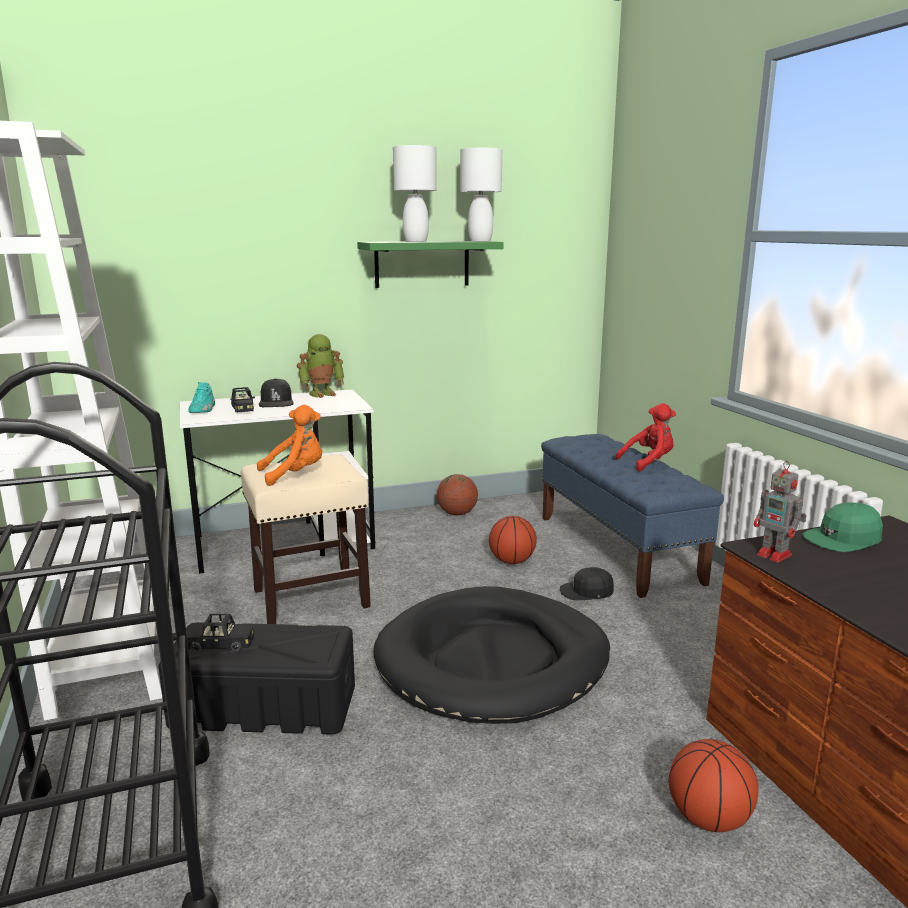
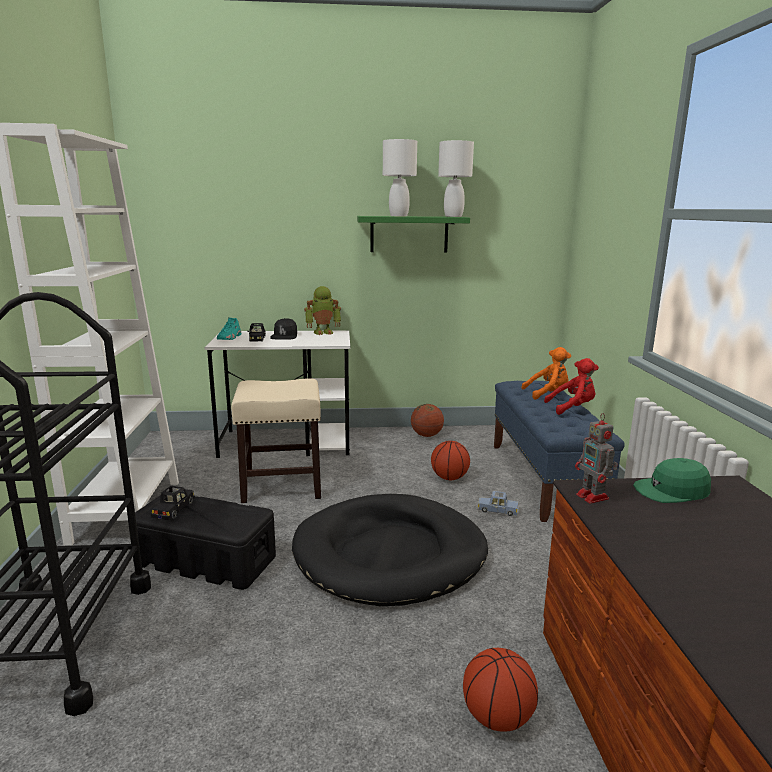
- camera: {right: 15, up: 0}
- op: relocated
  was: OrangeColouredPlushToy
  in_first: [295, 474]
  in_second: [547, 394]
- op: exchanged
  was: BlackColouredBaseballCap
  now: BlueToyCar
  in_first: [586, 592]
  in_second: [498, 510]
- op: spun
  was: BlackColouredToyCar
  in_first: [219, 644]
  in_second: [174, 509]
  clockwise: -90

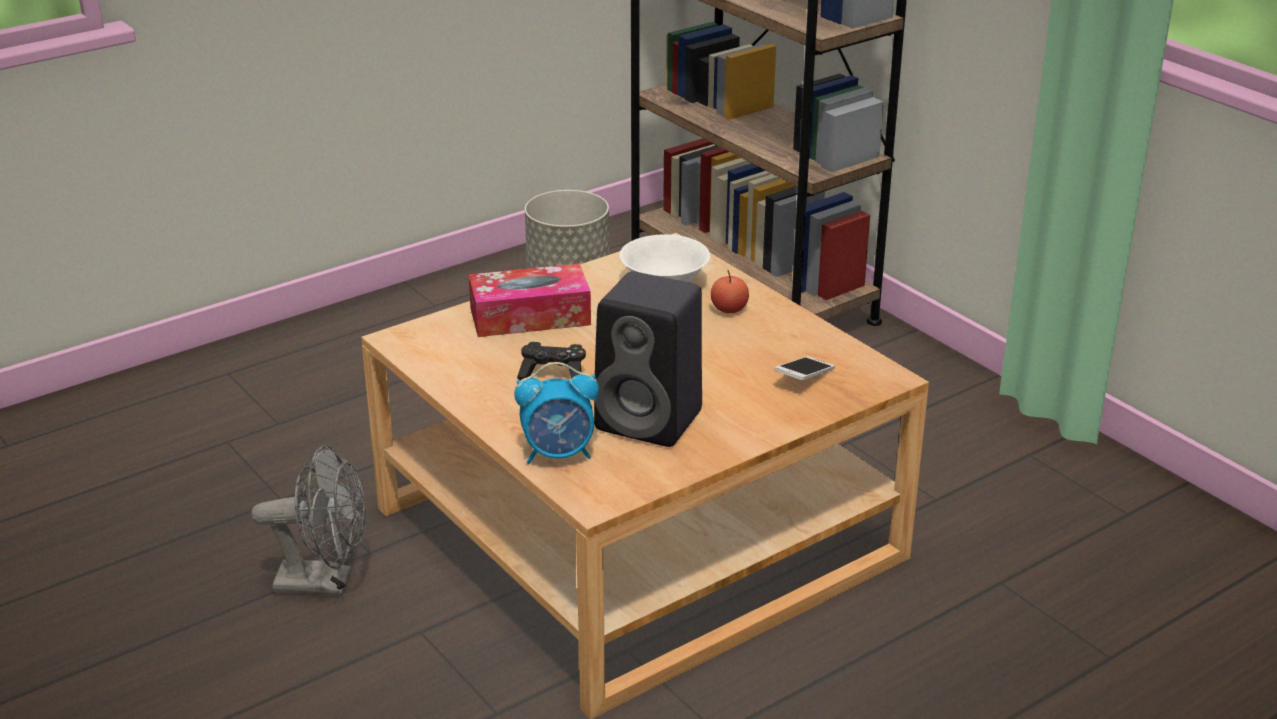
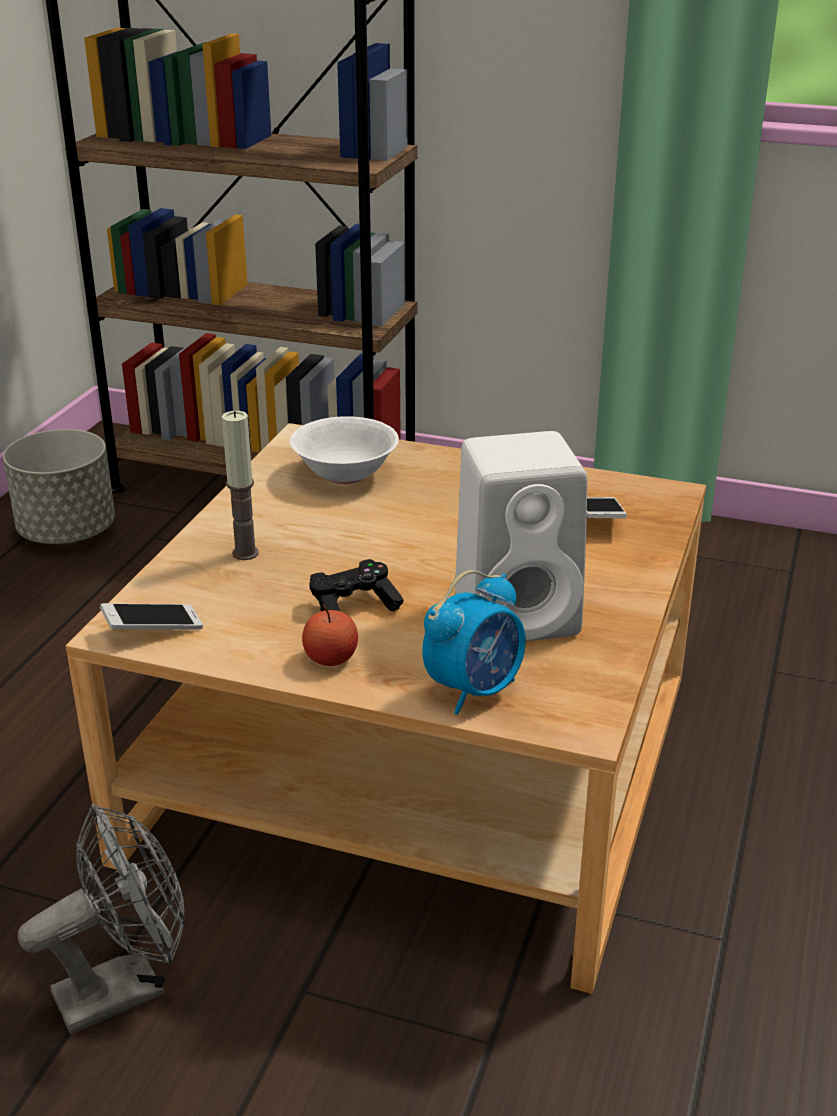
- camera: {right: -35, up: 0}
- op: appeared
  now: Phone
  in_second: [153, 629]
- op: relocated
  was: AppleFruit
  in_first: [729, 309]
  in_second: [331, 658]
- op: exchanged
  was: TissueBox
  now: WaxCandle
  in_first: [530, 316]
  in_second: [245, 553]
- op: colour
  was: BlackColouredLoudspeaker
  now: WhiteColouredLoudspeaker
  in_first: [652, 420]
  in_second: [520, 614]

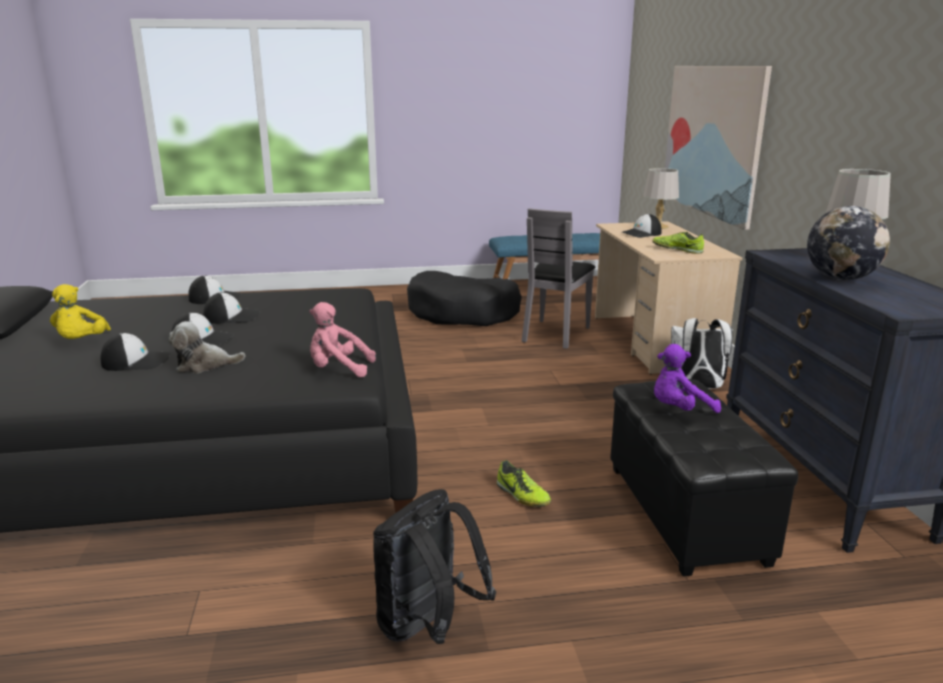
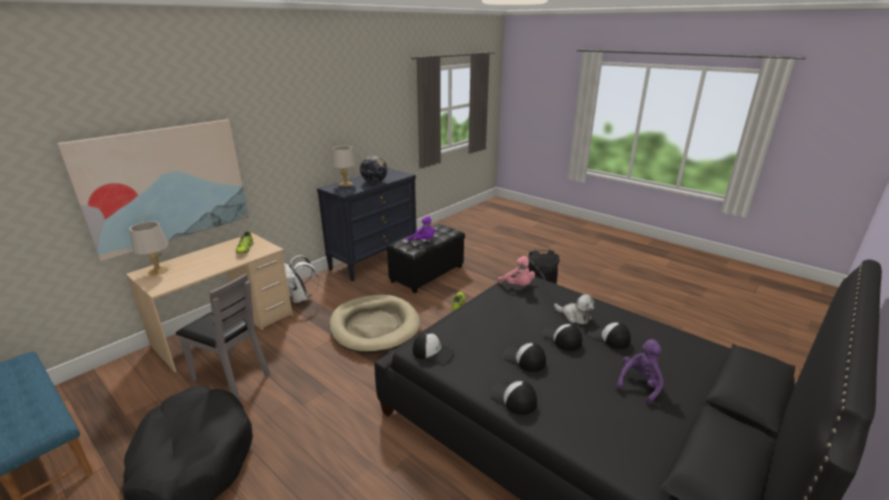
- camera: {right: -130, up: 5}
- op: appeared
  now: SandColouredDogCushion
  in_second: [374, 326]
- op: relocated
  was: BaseballCap
  in_first: [641, 234]
  in_second: [433, 352]
- op: colour
  was: YellowColouredPlushToy
  now: PurplishPlushToy
  in_first: [81, 342]
  in_second: [639, 384]
- op: spun
  was: GrayChair
  in_first: [555, 334]
  in_second: [232, 376]
  clockwise: 45

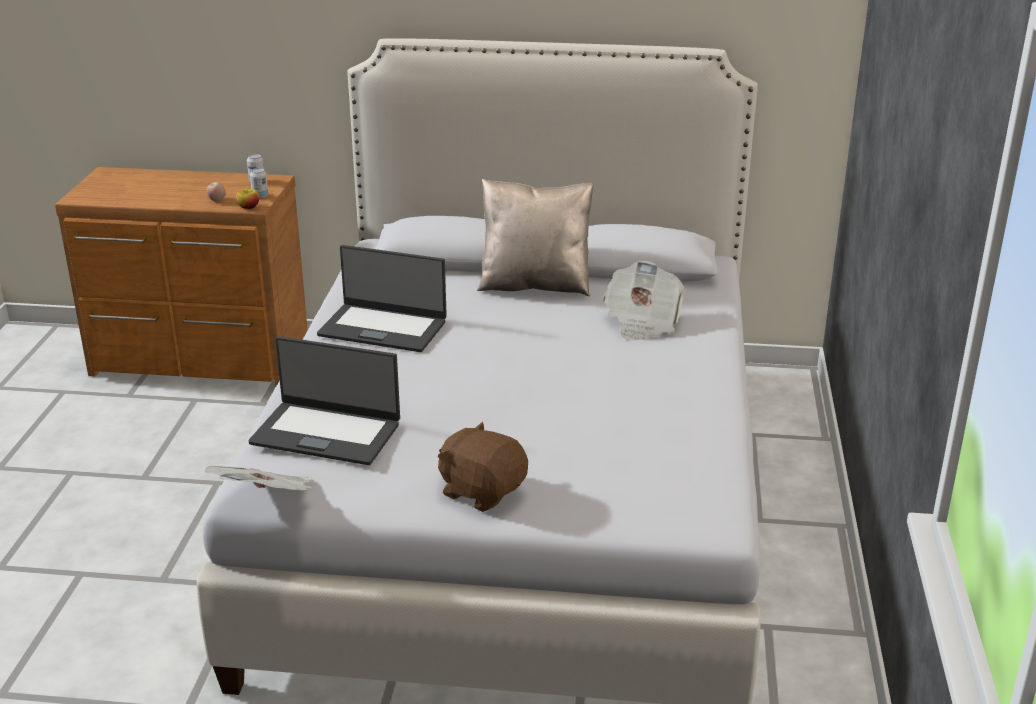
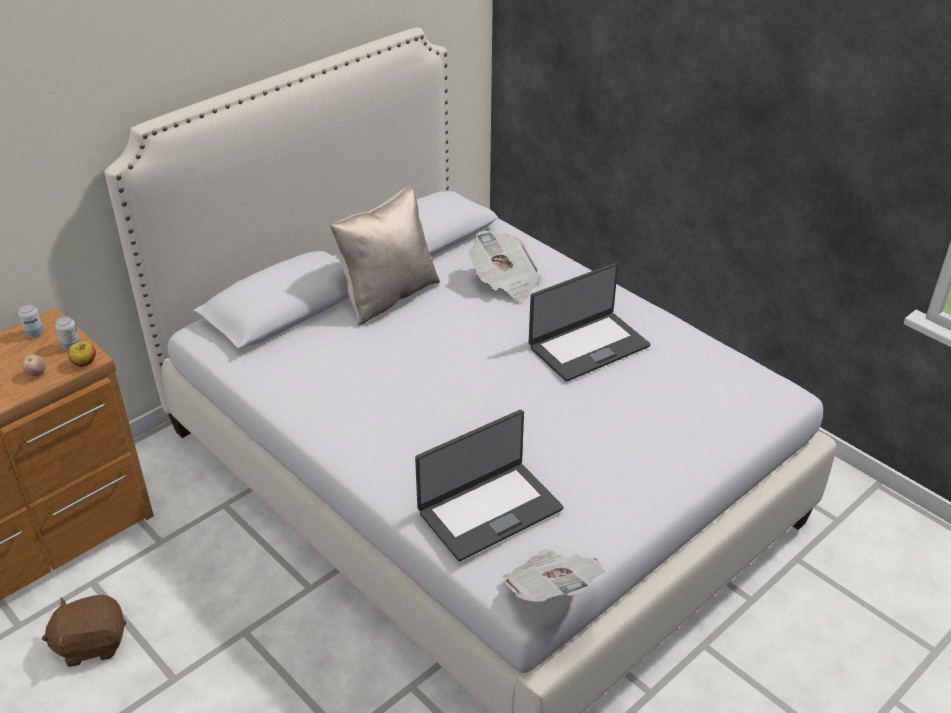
- camera: {right: -50, up: 10}
- op: relocated
  was: Laptop
  in_first: [383, 328]
  in_second: [588, 346]
- op: relocated
  was: BrownColouredPlushToy
  in_first: [482, 491]
  in_second: [91, 643]

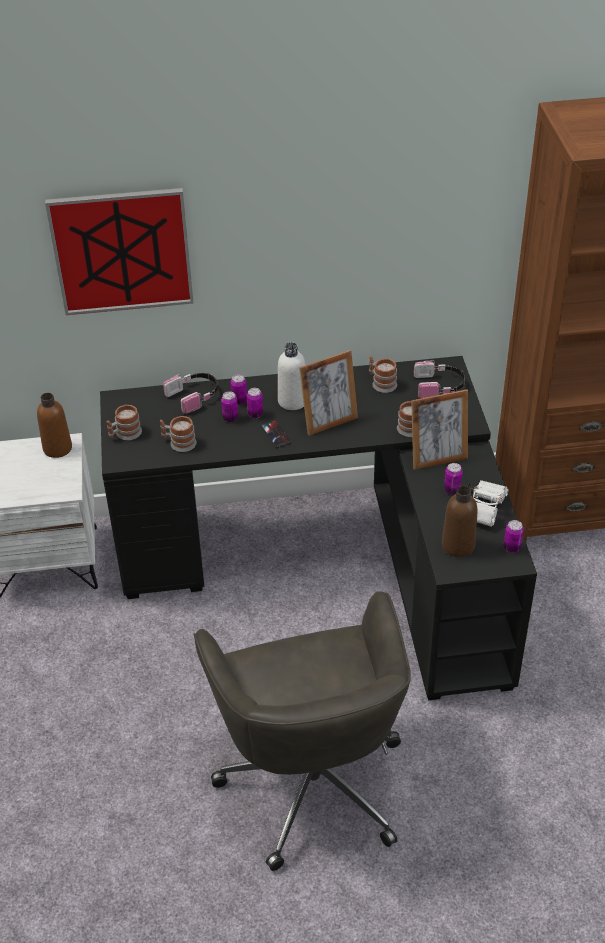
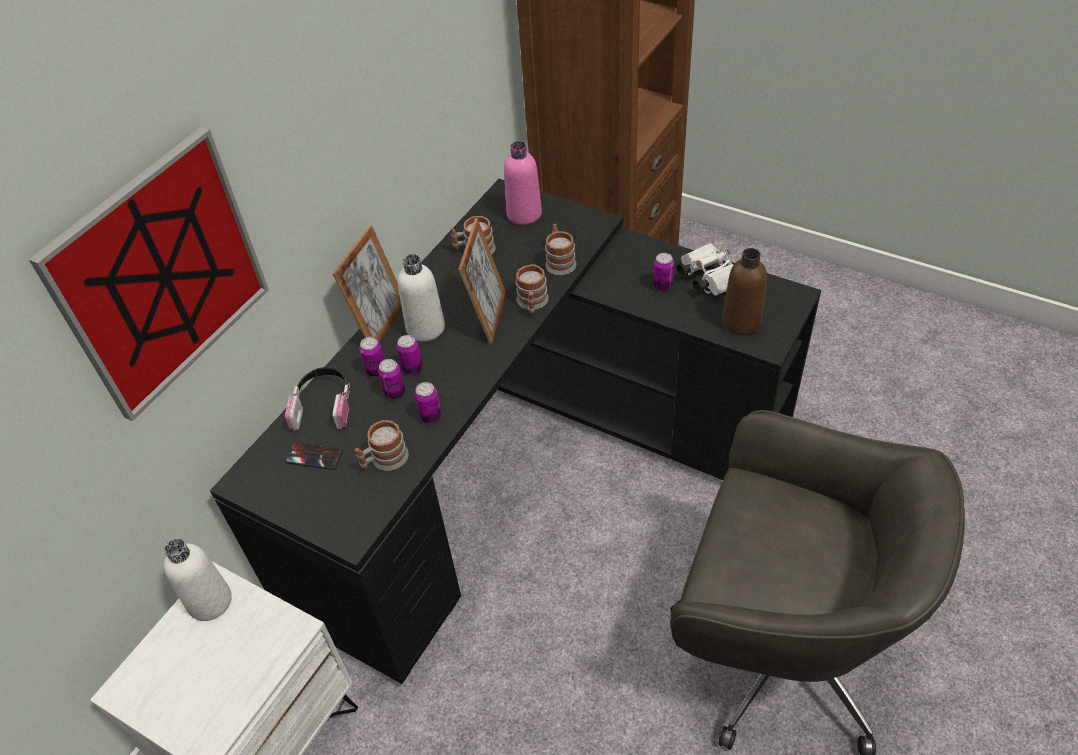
- camera: {right: -50, up: 5}
- op: relocated
  was: CoffeeMug
  in_first: [125, 434]
  in_second: [532, 303]
- op: relocated
  was: Phone
  in_first: [276, 434]
  in_second: [314, 456]
- op: relocated
  was: StandingFrame
  in_first: [438, 458]
  in_second: [380, 323]
- op: relocated
  was: Can
  in_first: [511, 548]
  in_second: [430, 416]
- op: exchanged
  was: PairOfHeadphones
  now: PinkishBottle
  in_first: [439, 386]
  in_second: [524, 214]
- op: colour
  was: BrownColouredBottle
  now: WhiteColouredBottle
  in_first: [57, 448]
  in_second: [210, 601]

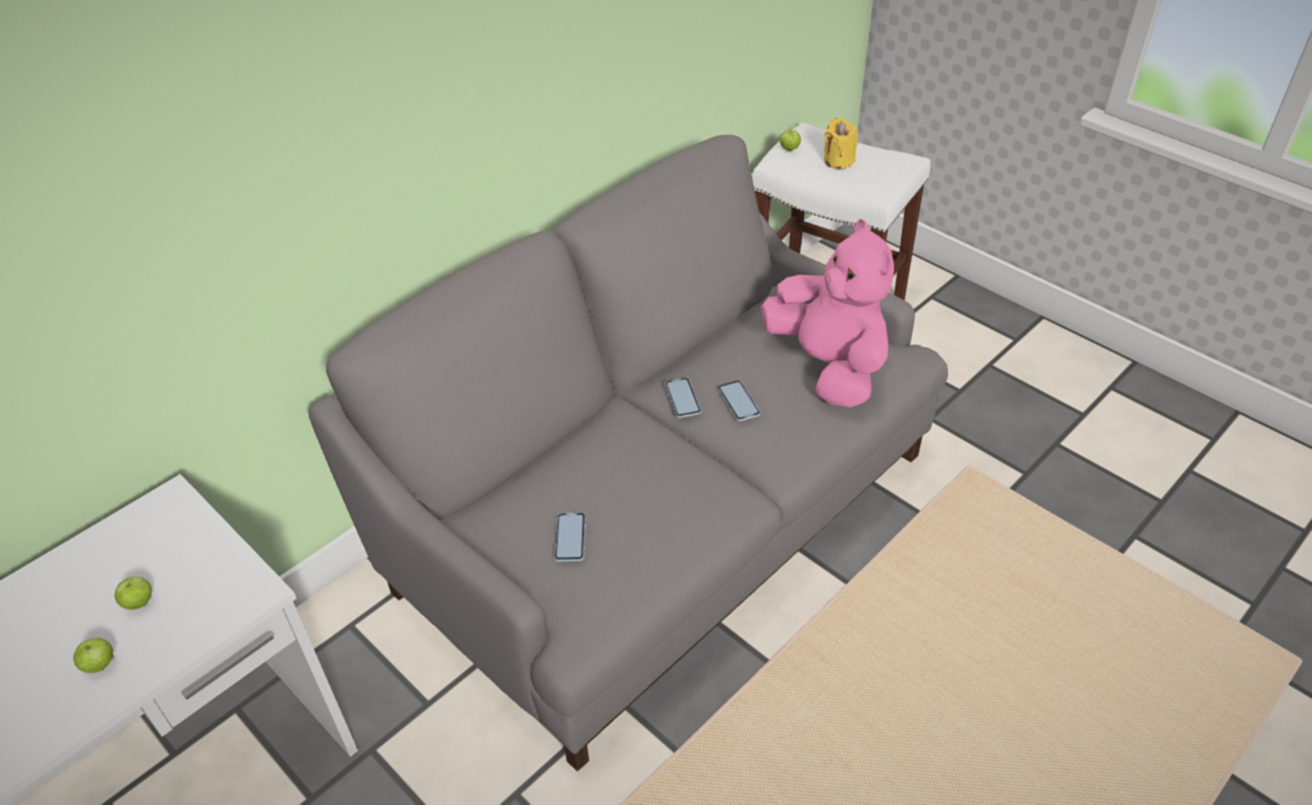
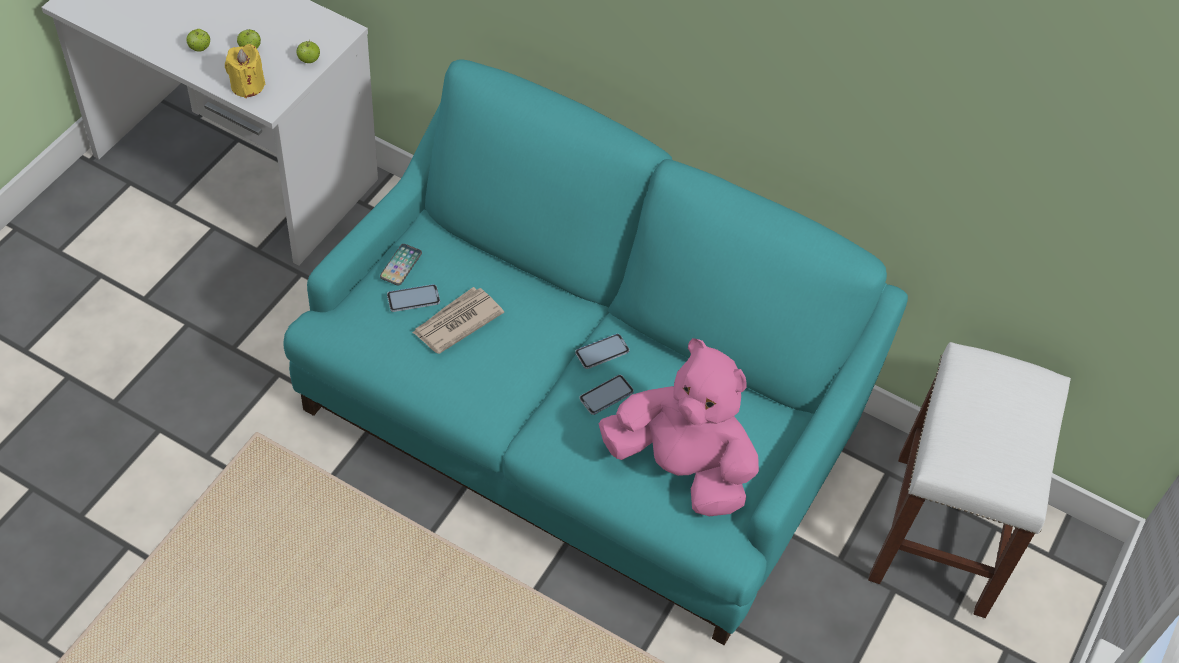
- camera: {right: 70, up: 10}
- op: appeared
  now: Phone
  in_second: [401, 265]
- op: appeared
  now: DailyPaper
  in_second: [456, 322]
- op: relocated
  was: AppleFruit
  in_first: [789, 149]
  in_second: [309, 60]
- op: relocated
  was: YellowColouredWaxCandle
  in_first: [838, 160]
  in_second: [247, 85]
- op: colour
  was: GraySettee
  now: TurquoiseColouredSettee
  in_first: [661, 513]
  in_second: [581, 420]
- op: spun
  was: PinkishPlushToy
  in_first: [828, 366]
  in_second: [681, 467]
  clockwise: -105

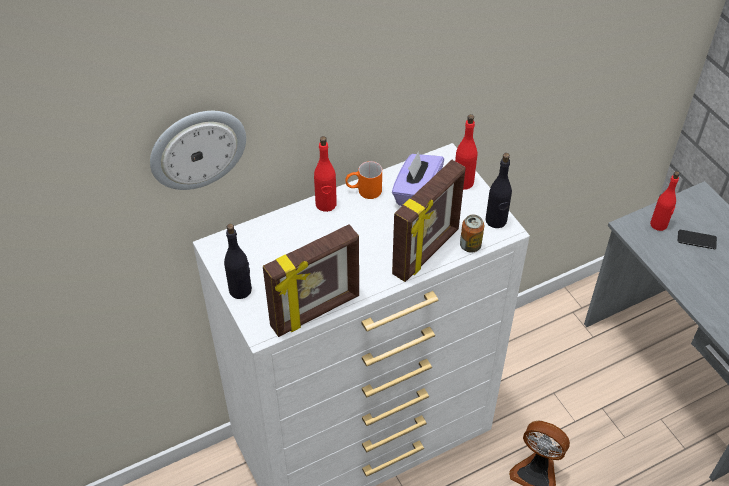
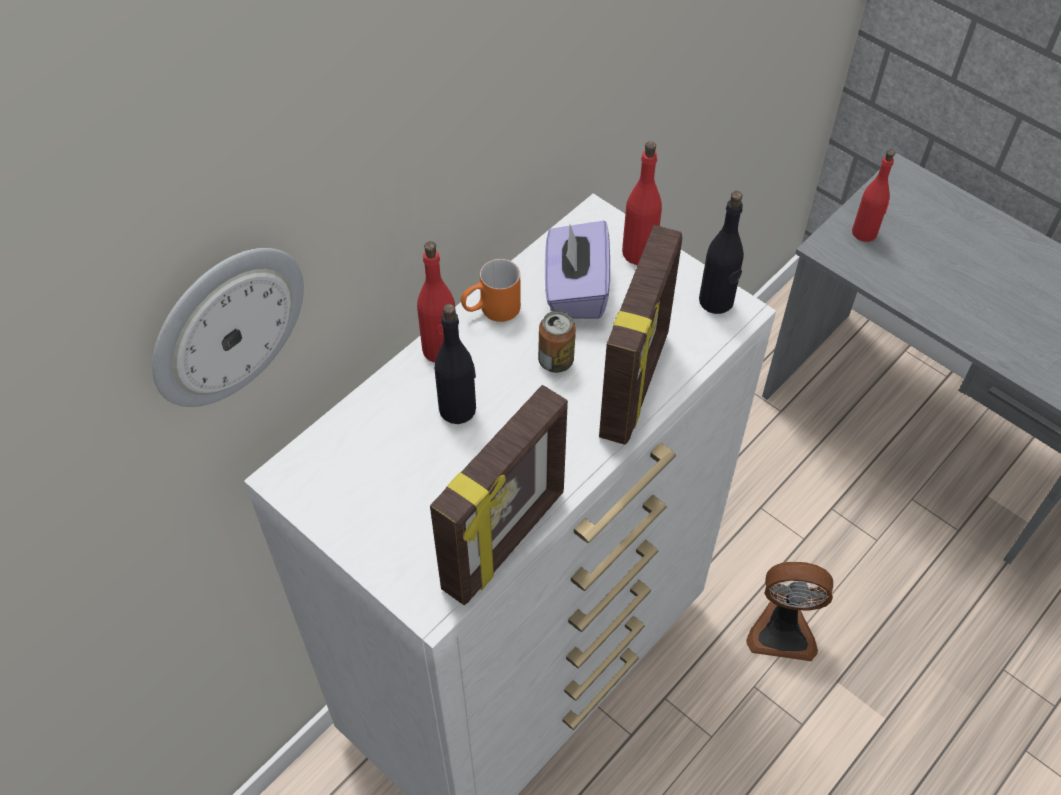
- camera: {right: -20, up: 5}
- op: missing
  was: Phone
  in_first: [696, 240]
- op: relocated
  was: BlackColouredBottle
  in_first: [240, 290]
  in_second: [458, 409]
- op: relocated
  was: Can
  in_first: [470, 245]
  in_second: [556, 361]

